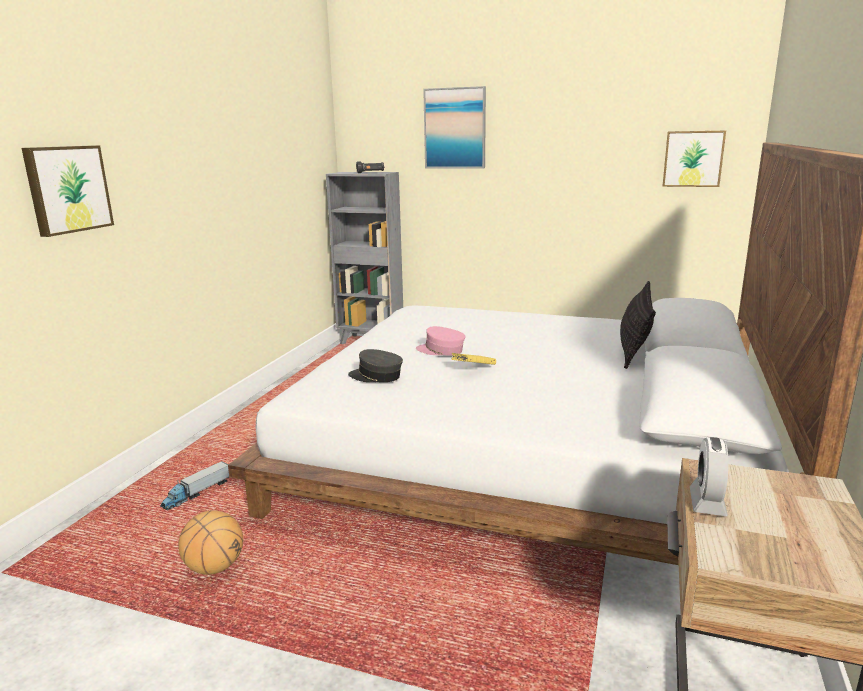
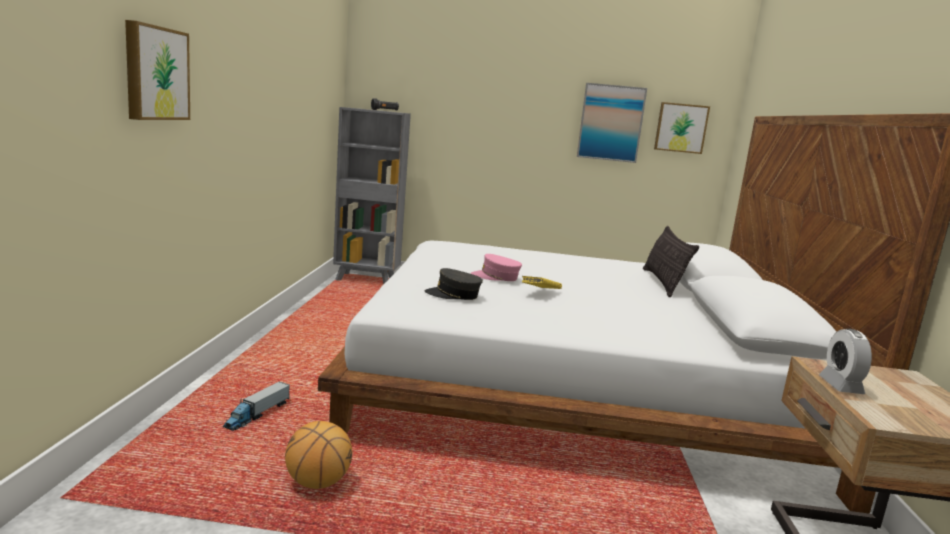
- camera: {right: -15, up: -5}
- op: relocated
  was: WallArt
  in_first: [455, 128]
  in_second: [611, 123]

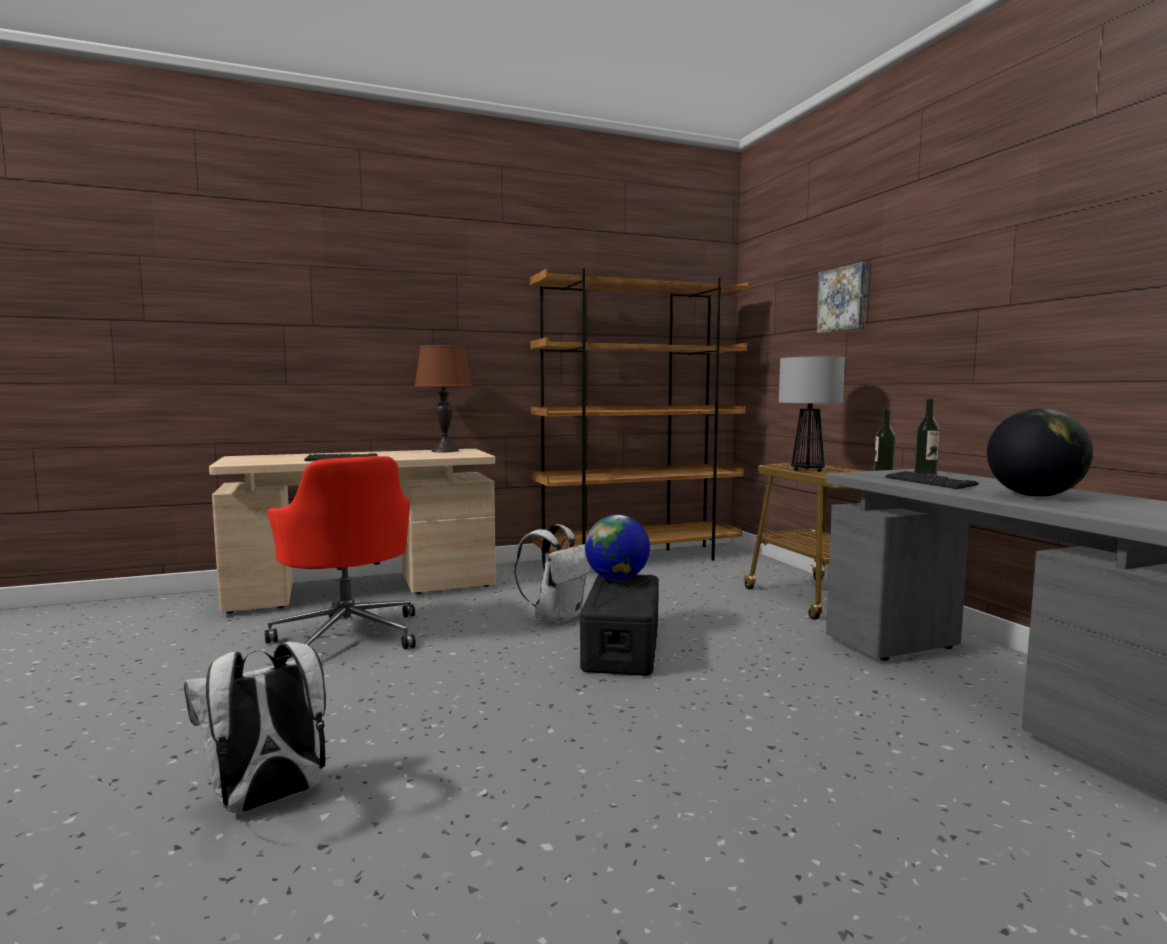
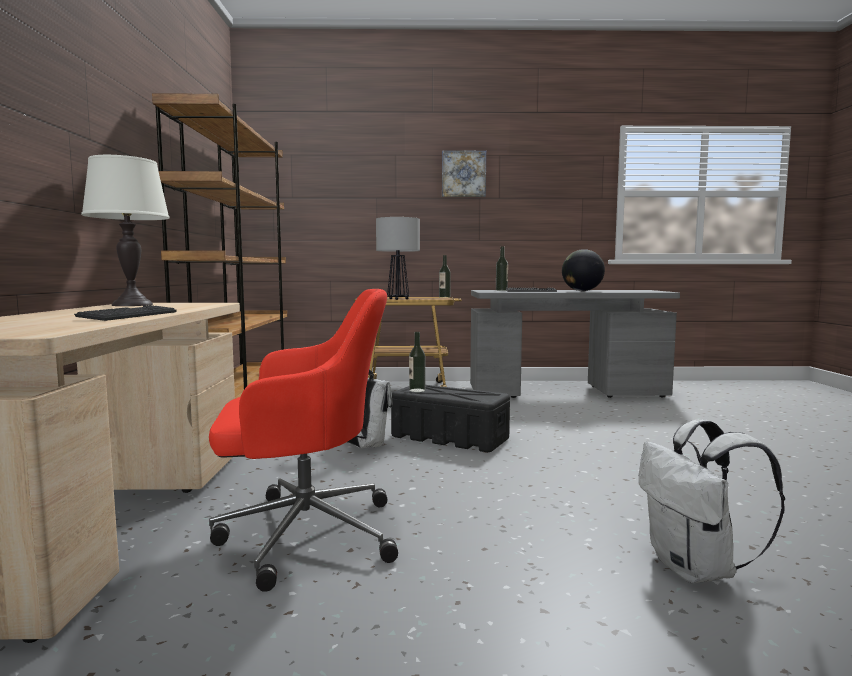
- camera: {right: -70, up: 0}
- op: relocated
  was: WallArt
  in_first: [844, 299]
  in_second: [463, 174]
- op: exchanged
  was: Globe
  now: Bottle
  in_first: [617, 579]
  in_second: [417, 390]
- op: colour
  was: BrownColouredLampForATable
  now: WhiteColouredLampForATable
  in_first: [445, 451]
  in_second: [132, 305]

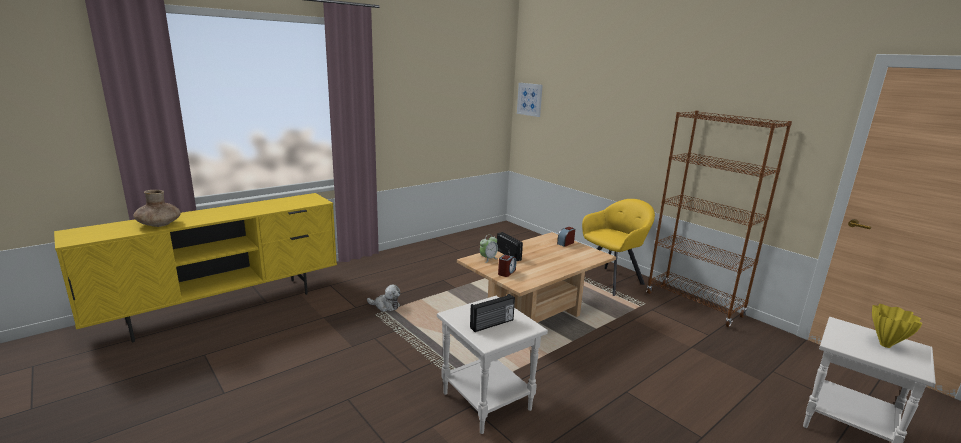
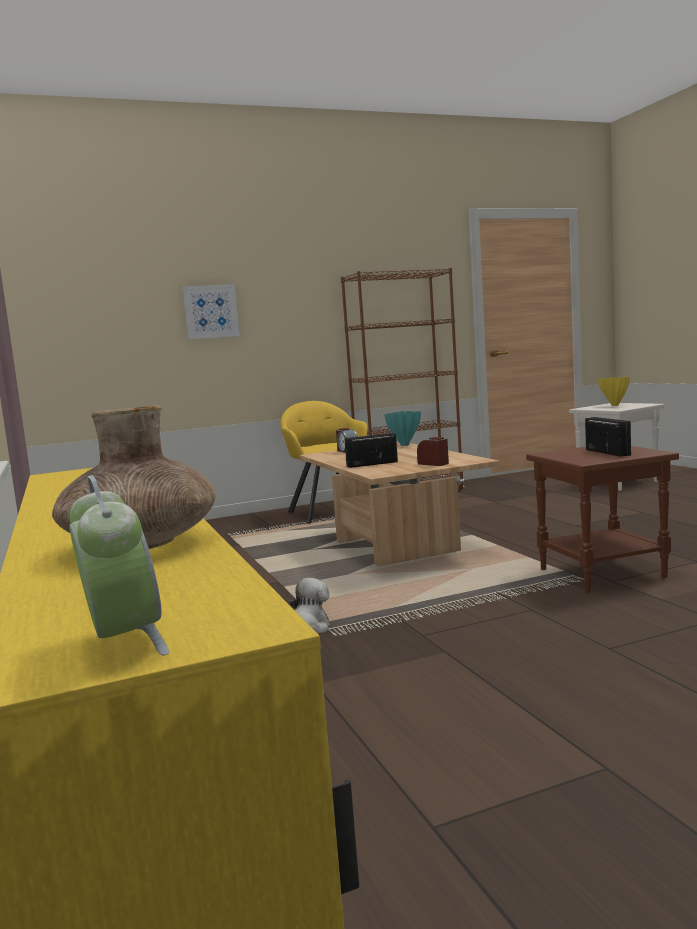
- camera: {right: -70, up: -10}
- op: appeared
  now: TurquoiseColouredDecorativeVase
  in_second: [404, 445]
- op: relocated
  was: BedsideClock
  in_first: [488, 259]
  in_second: [124, 642]
- op: relocated
  was: WallArt
  in_first: [530, 99]
  in_second: [211, 311]
- op: colour
  was: WhiteColouredAccentTable
  now: BrownColouredAccentTable
  in_first: [485, 401]
  in_second: [602, 574]

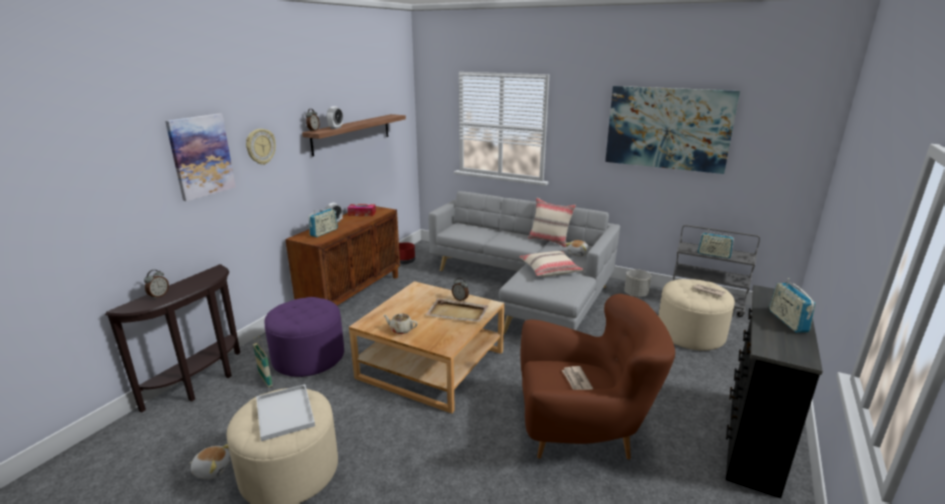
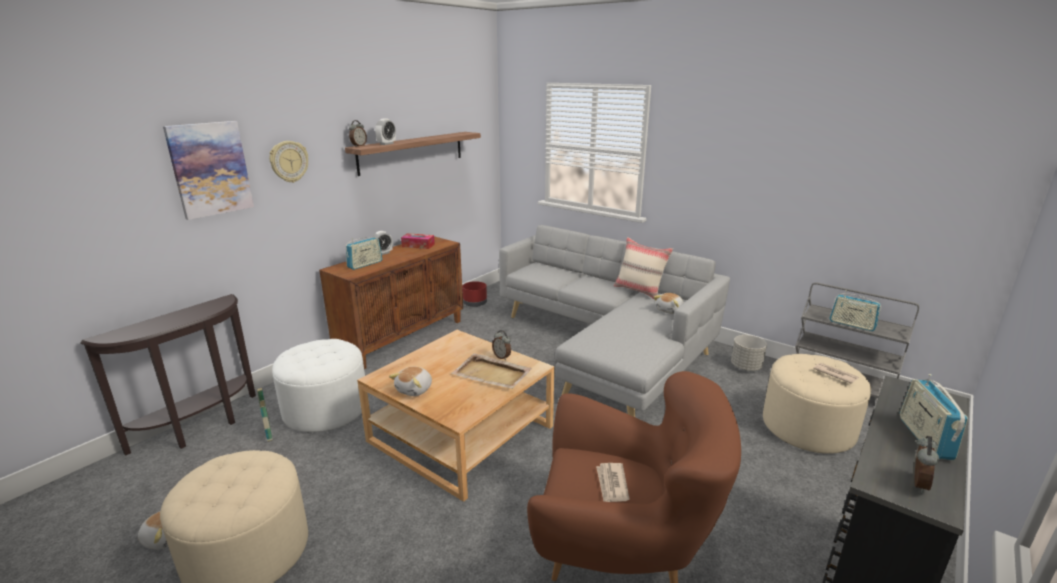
- camera: {right: 10, up: 0}
- op: missing
  was: WhiteColouredCarryingTray
  in_first: [284, 412]
- op: missing
  was: SandColouredThrowPillow
  in_first: [550, 270]
- op: missing
  was: WallArt
  in_first: [667, 128]
- op: relocated
  was: BedsideClock
  in_first: [159, 296]
  in_second: [916, 483]
- op: exchanged
  was: SandColouredTeaPot
  now: PlushToy
  in_first: [401, 330]
  in_second: [415, 389]
- op: colour
  was: PurplishPouffe
  now: WhiteColouredPouffe
  in_first: [308, 357]
  in_second: [326, 408]

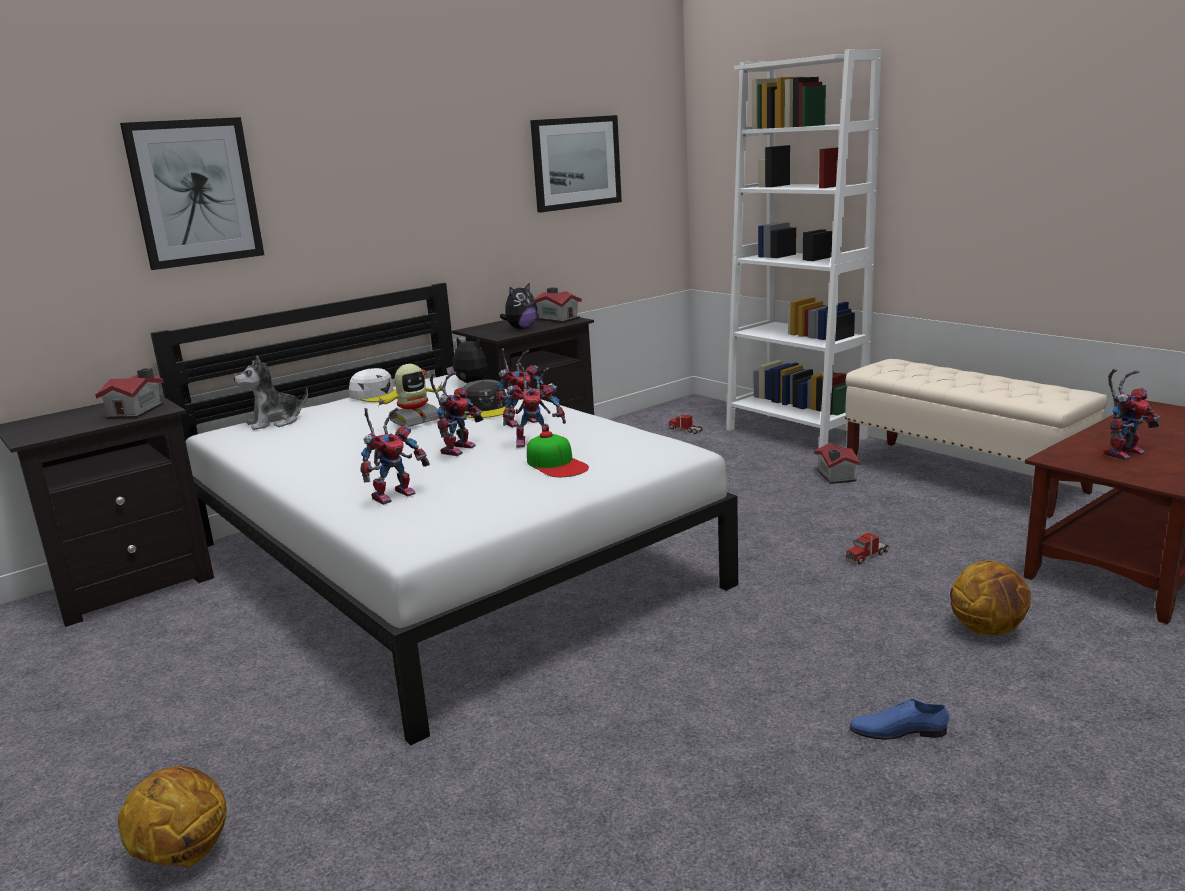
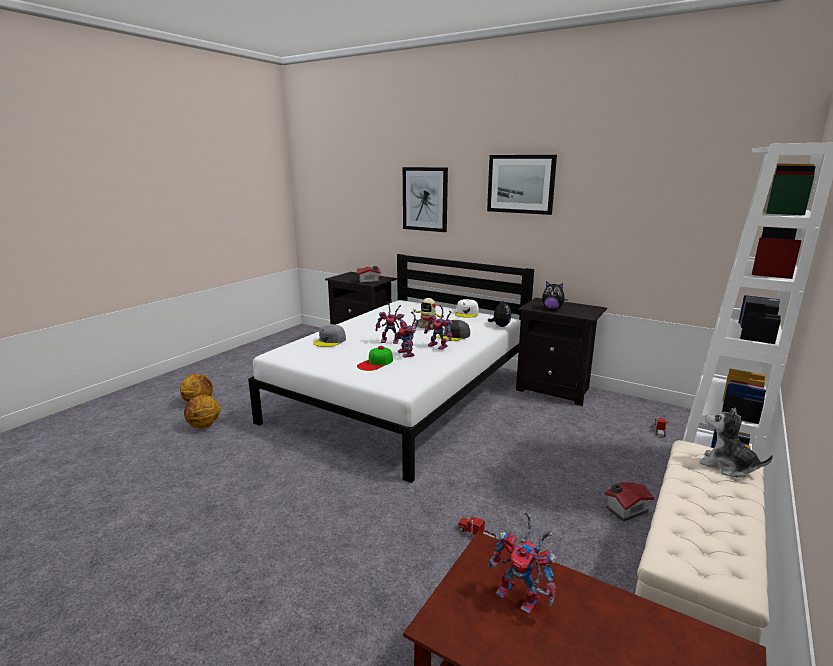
- camera: {right: 70, up: 0}
- op: missing
  was: MiniatureHouse
  in_first: [558, 318]
- op: missing
  was: BlueItemOfFootwear
  in_first: [897, 730]
- op: relocated
  was: PlushToy
  in_first: [275, 422]
  in_second: [727, 466]
- op: relocated
  was: WallArt
  in_first: [576, 163]
  in_second: [521, 184]
- op: relocated
  was: Basketball
  in_first: [988, 629]
  in_second: [204, 426]
- op: exchanged
  was: ModelRobot
  now: GrayBaseballCap
  in_first: [395, 494]
  in_second: [330, 341]

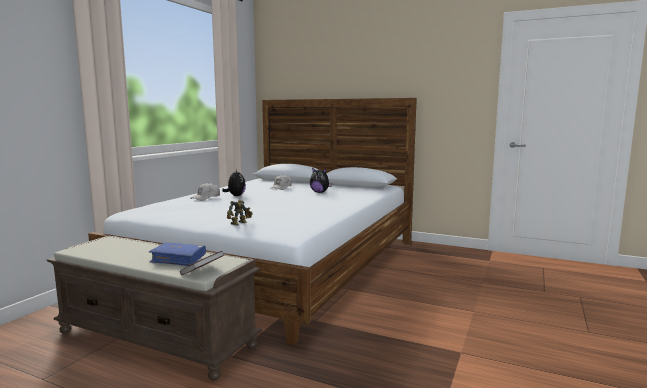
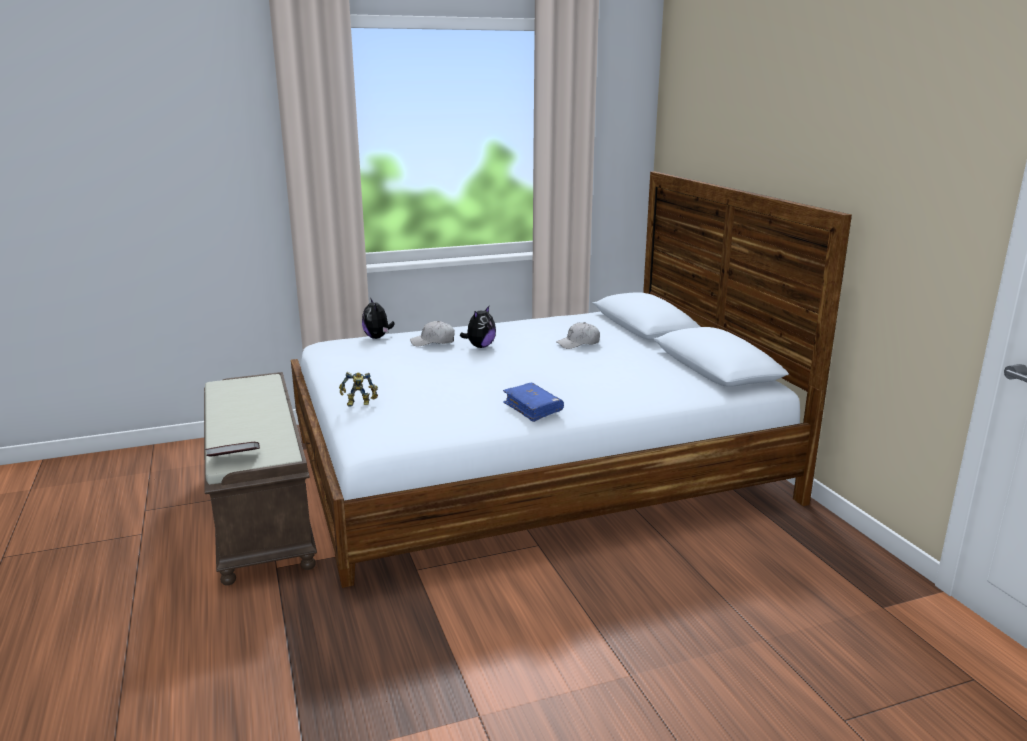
- camera: {right: 45, up: 10}
- op: relocated
  was: BlueBook
  in_first: [178, 260]
  in_second: [533, 408]
- op: relocated
  was: PlushToy
  in_first: [320, 192]
  in_second: [378, 337]

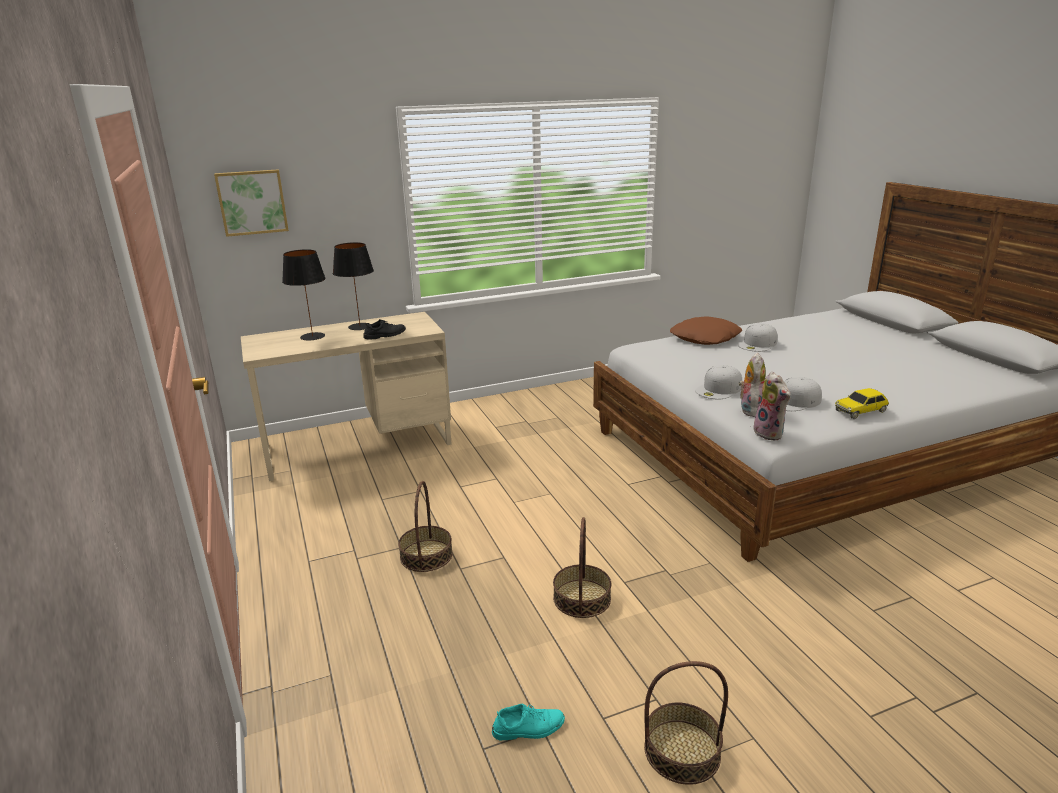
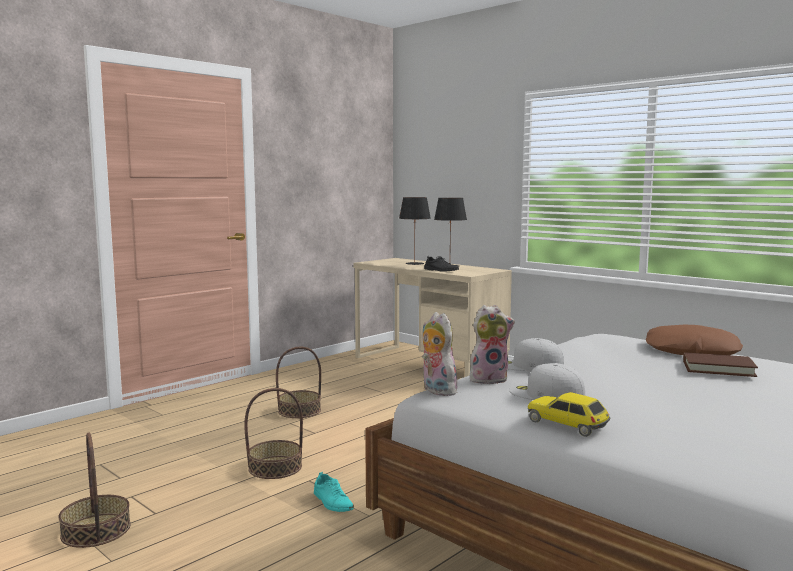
- camera: {right: 65, up: -15}
- op: missing
  was: WallArt
  in_first: [252, 202]
- op: relocated
  was: TurquoiseColouredItemOfFootwear
  in_first: [528, 728]
  in_second: [332, 502]
- op: exchanged
  was: WhiteColouredBaseballCap
  now: BrownColouredBook
  in_first: [758, 344]
  in_second: [718, 368]
- op: spun
  was: PlushToy
  in_first: [770, 433]
  in_second: [436, 390]
  clockwise: 105

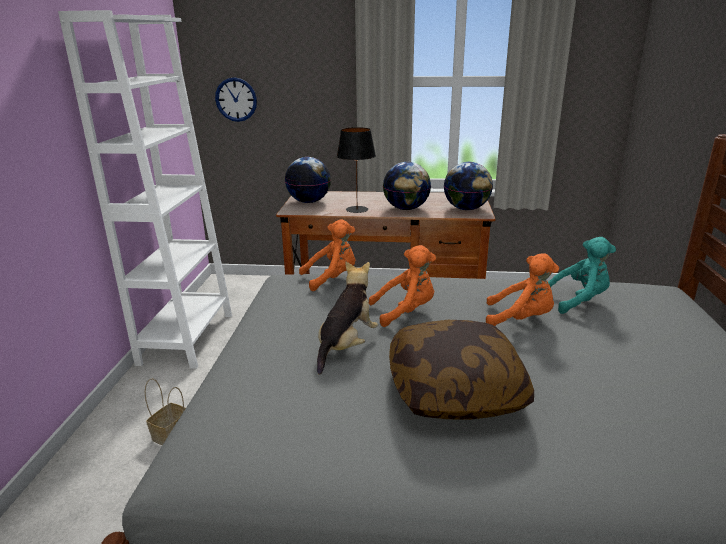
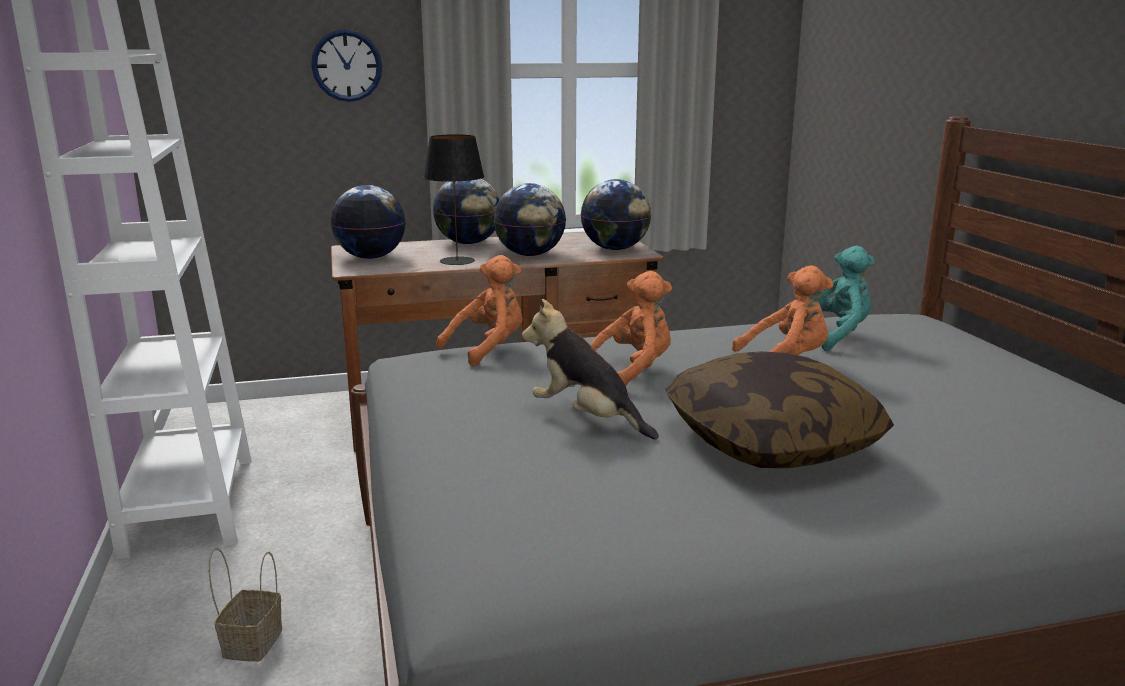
- camera: {right: -20, up: -5}
- op: appeared
  now: Globe
  in_second: [468, 243]
- op: relocated
  was: HangingClock
  in_first: [236, 99]
  in_second: [347, 65]
- op: spun
  was: PlushToy
  in_first: [346, 346]
  in_second: [587, 419]
  clockwise: -60

